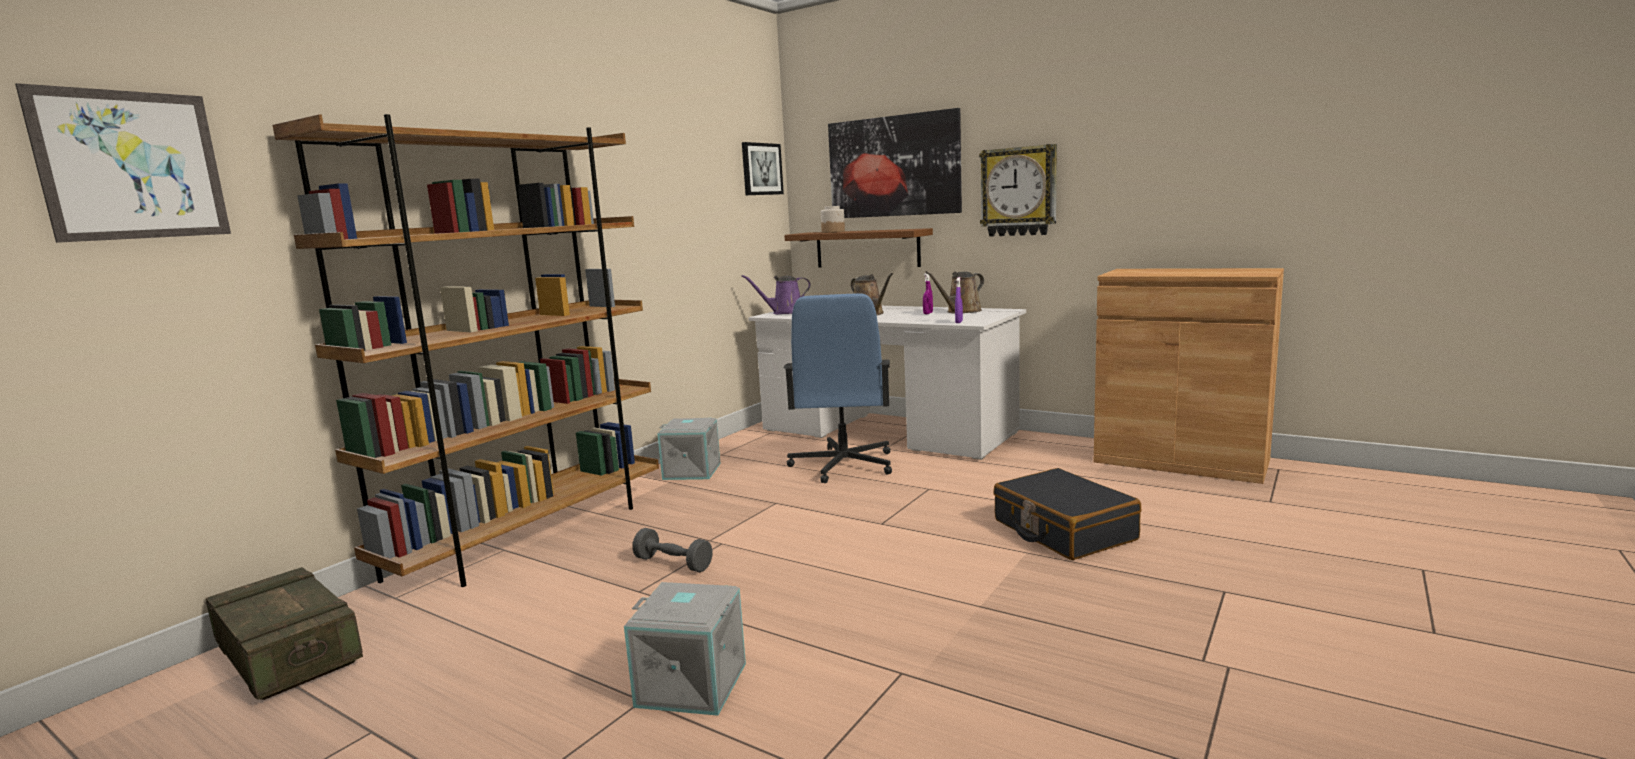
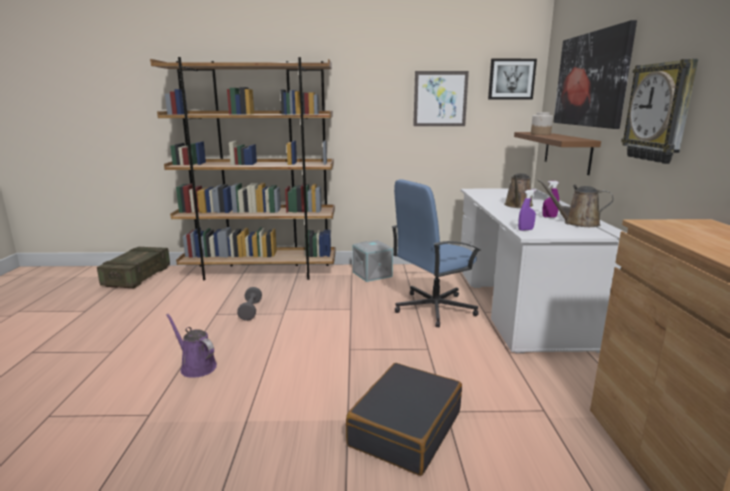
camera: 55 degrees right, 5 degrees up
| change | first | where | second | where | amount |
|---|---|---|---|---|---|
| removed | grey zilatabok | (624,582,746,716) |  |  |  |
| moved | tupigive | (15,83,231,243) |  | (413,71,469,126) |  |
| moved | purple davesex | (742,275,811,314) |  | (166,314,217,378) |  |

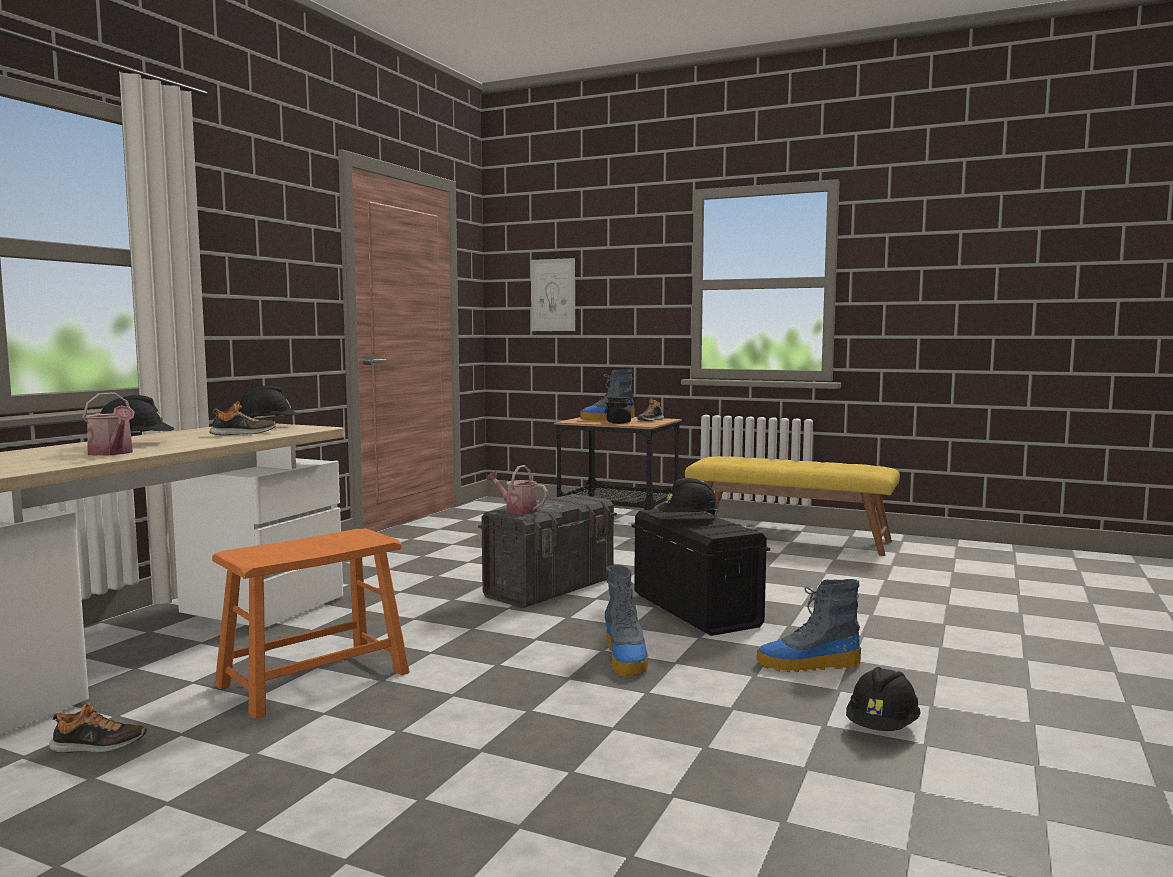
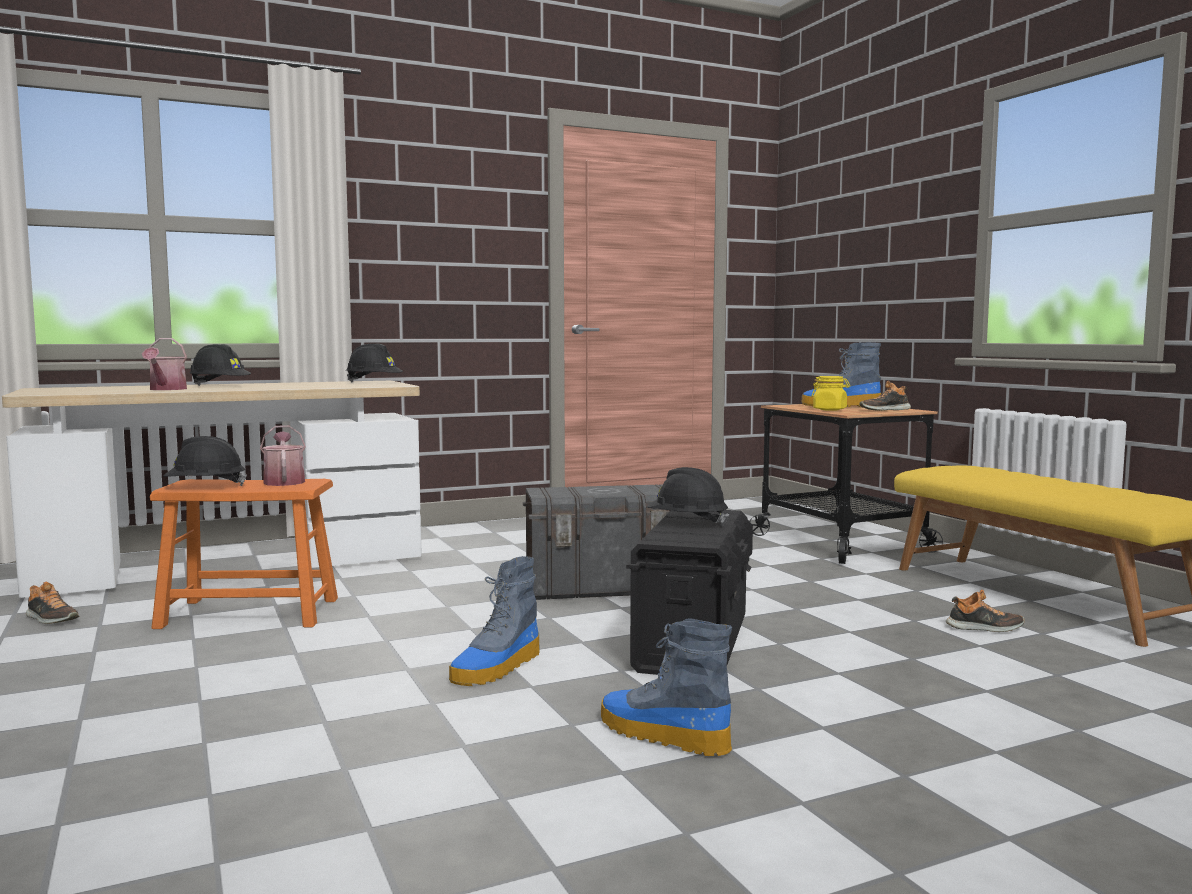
camera: 40 degrees right, 0 degrees up
| change | first | where | second | where | amount |
|---|---|---|---|---|---|
| removed | tupigive | (531,258,575,331) |  |  |  |
| moved | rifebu | (209,401,276,435) |  | (946,590,1025,632) |  |
| moved | davesex | (486,465,548,514) |  | (260,425,306,486) |  |
| moved | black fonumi | (846,667,921,731) |  | (163,436,247,486) |  |
| recoloured | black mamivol | (605,397,634,424) | yellow mamivol | (812,376,850,411) |  |

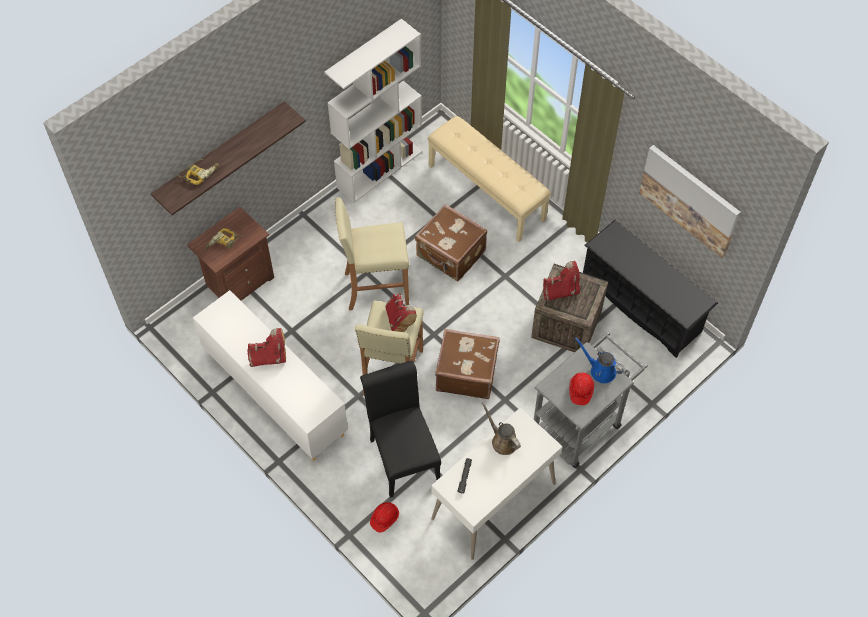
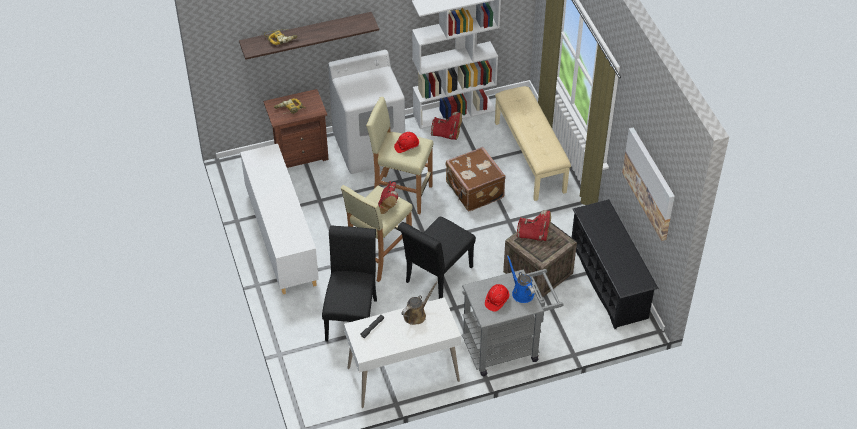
camera: 25 degrees right, 10 degrees down
| change | first | where | second | where | amount |
|---|---|---|---|---|---|
| added |  |  | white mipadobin | (328,50,405,174) |  |
| moved | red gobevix | (247,328,286,367) |  | (431,112,462,140) |  |
| moved | red fonumi | (370,502,399,533) |  | (394,132,419,153) |  |
| replaced | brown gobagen | (435,329,500,399) | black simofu | (397,217,476,299) |  |
| turned | brown davesex | (482,402,521,455) |  | (402,281,438,325) | 60 degrees clockwise |

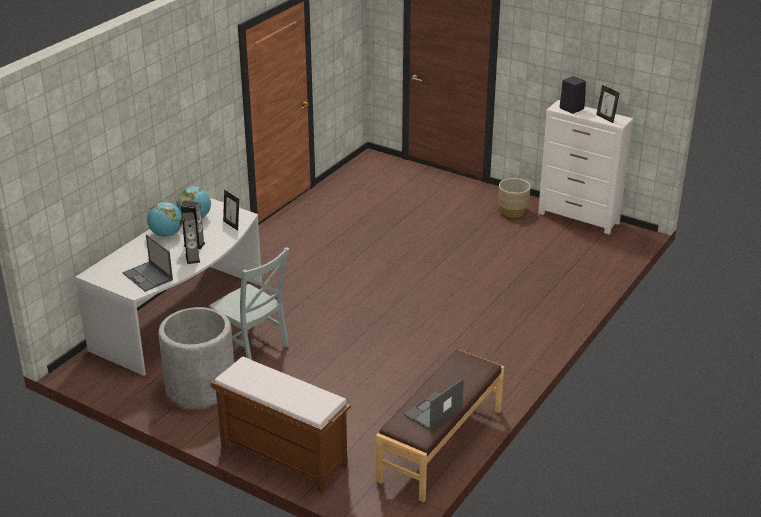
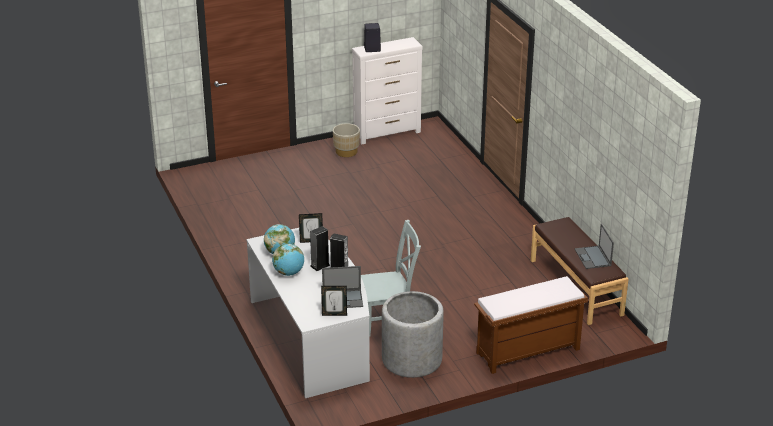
camera: 55 degrees left, 0 degrees up
| change | first | where | second | where | amount |
|---|---|---|---|---|---|
| moved | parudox | (596,85,620,123) |  | (321,286,347,316) |  |

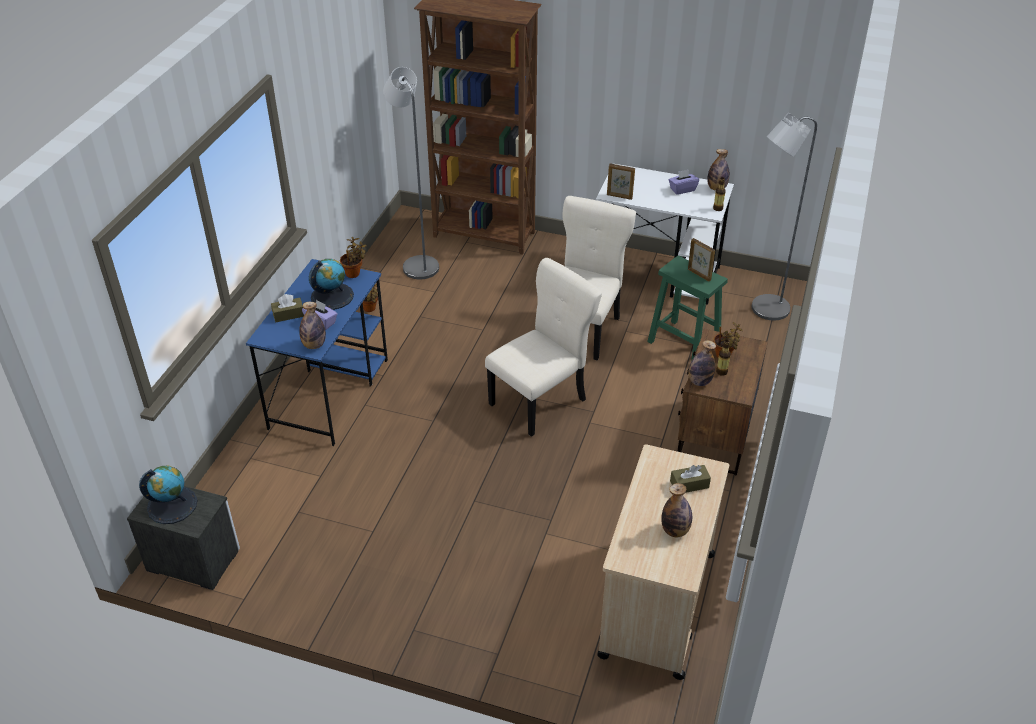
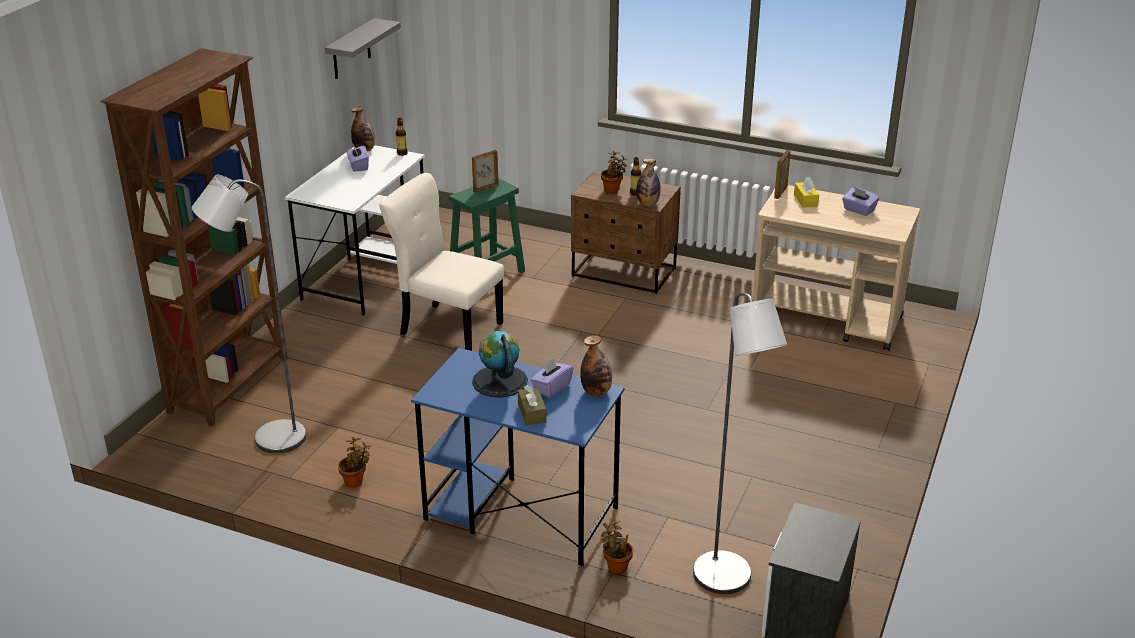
camera: 85 degrees left, 10 degrees down
| change | first | where | second | where | amount |
|---|---|---|---|---|---|
| removed | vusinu | (139,466,197,524) |  |  |  |
| removed | beige simofu | (485,258,602,437) |  |  |  |
| added |  |  | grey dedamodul | (325,18,401,79) |  |
| moved | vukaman | (340,237,367,278) |  | (601,521,633,574) |  |
| moved | parudox | (607,163,635,200) |  | (774,150,790,199) |  |
| moved | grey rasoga | (752,113,817,320) |  | (693,293,787,594) |  |
| replaced | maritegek | (661,483,692,538) | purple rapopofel | (842,187,879,216) |  |
| recoloured | brown rapopofel | (670,465,711,493) | yellow rapopofel | (794,177,819,208) |  |

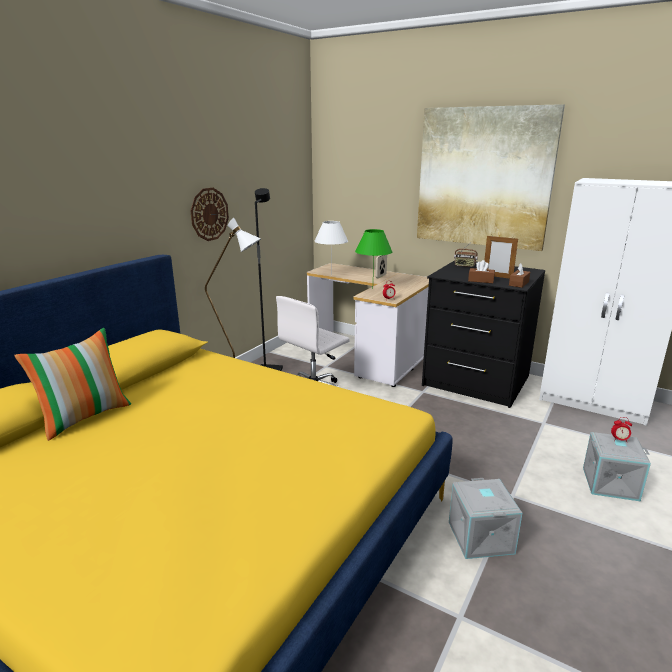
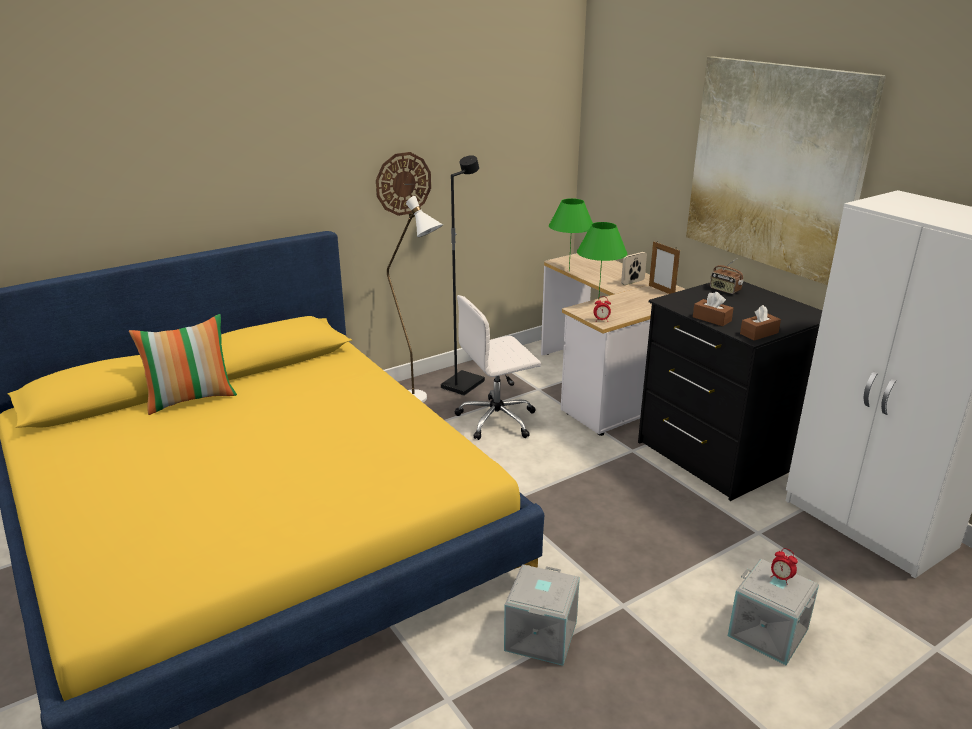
camera: 25 degrees right, 5 degrees up
| change | first | where | second | where | amount |
|---|---|---|---|---|---|
| moved | parudox | (484,235,518,279) |  | (649,241,680,294) |  |
| recoloured | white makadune | (314,221,348,276) | green makadune | (549,198,593,271) |  |

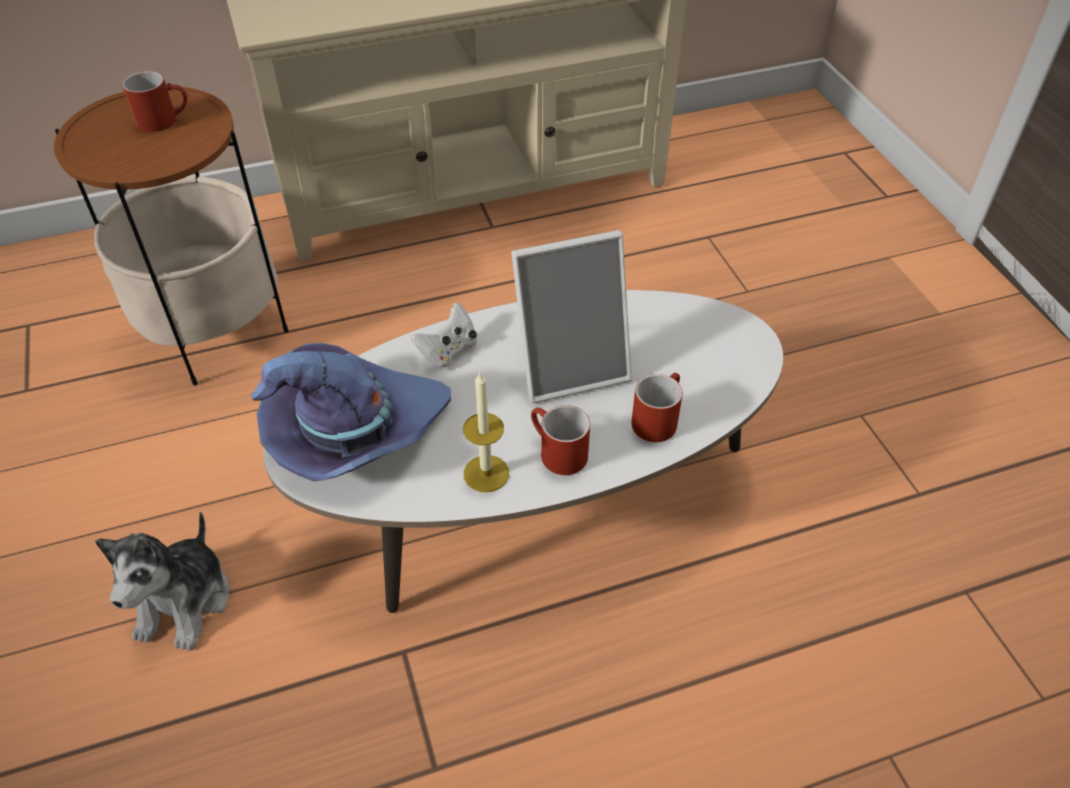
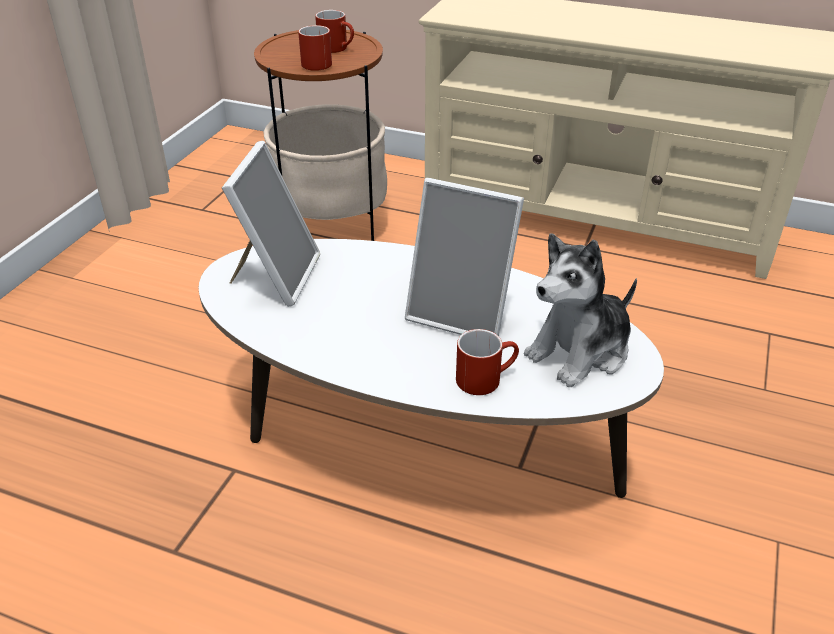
camera: 40 degrees right, 10 degrees down
| change | first | where | second | where | amount |
|---|---|---|---|---|---|
| removed | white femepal | (411,303,477,368) |  |  |  |
| removed | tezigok | (463,373,509,492) |  |  |  |
| moved | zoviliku | (95,512,229,651) |  | (524,234,637,387) |  |
| moved | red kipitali | (531,405,590,475) |  | (298,25,332,71) |  |
| replaced | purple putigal | (251,343,451,481) | parudox | (222,141,320,307) |  |

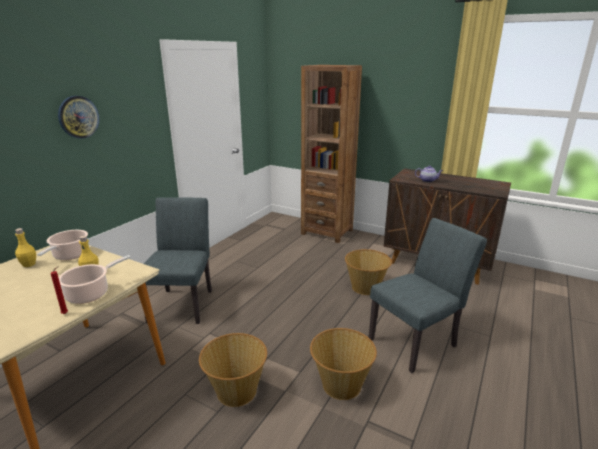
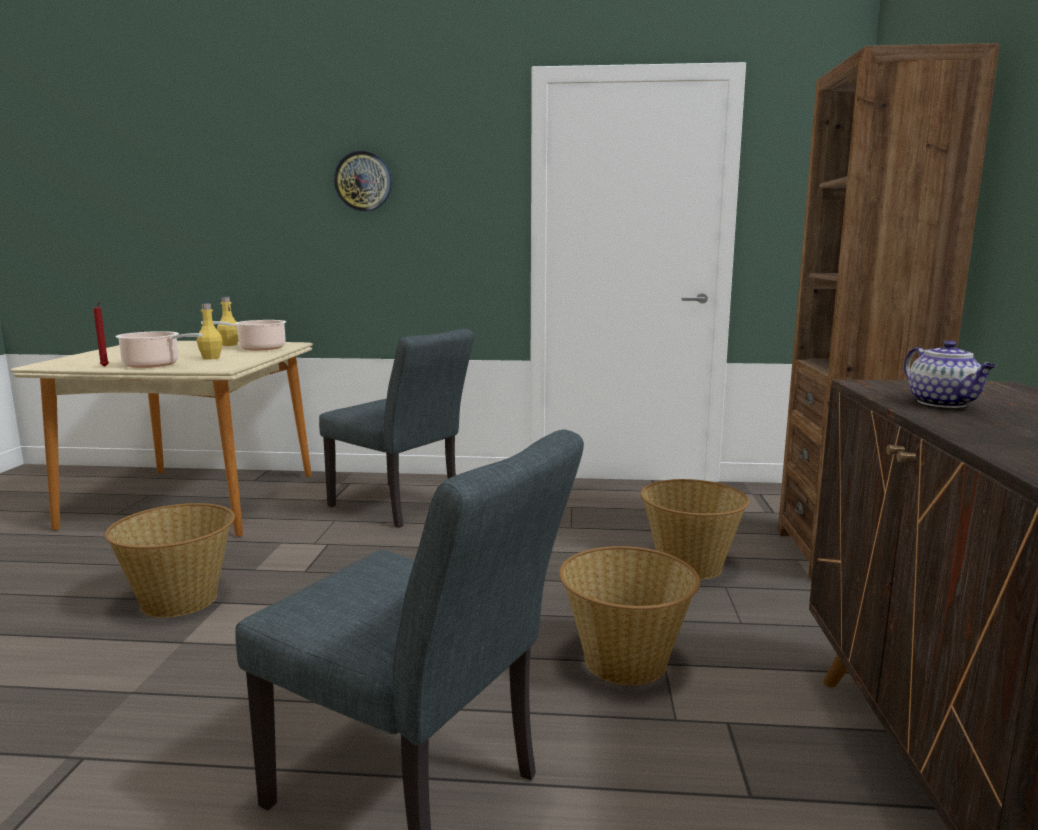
camera: 65 degrees right, 10 degrees down
| change | first | where | second | where | amount |
|---|---|---|---|---|---|
| moved | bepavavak | (310,328,377,400) |  | (640,479,749,580) |  |
| turned | grey simofu | (144,197,212,324) |  | (319,329,474,528) | 60 degrees clockwise |

